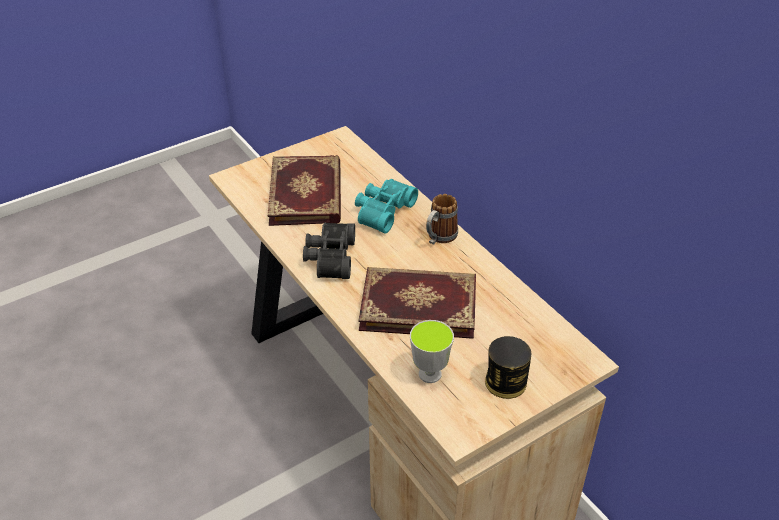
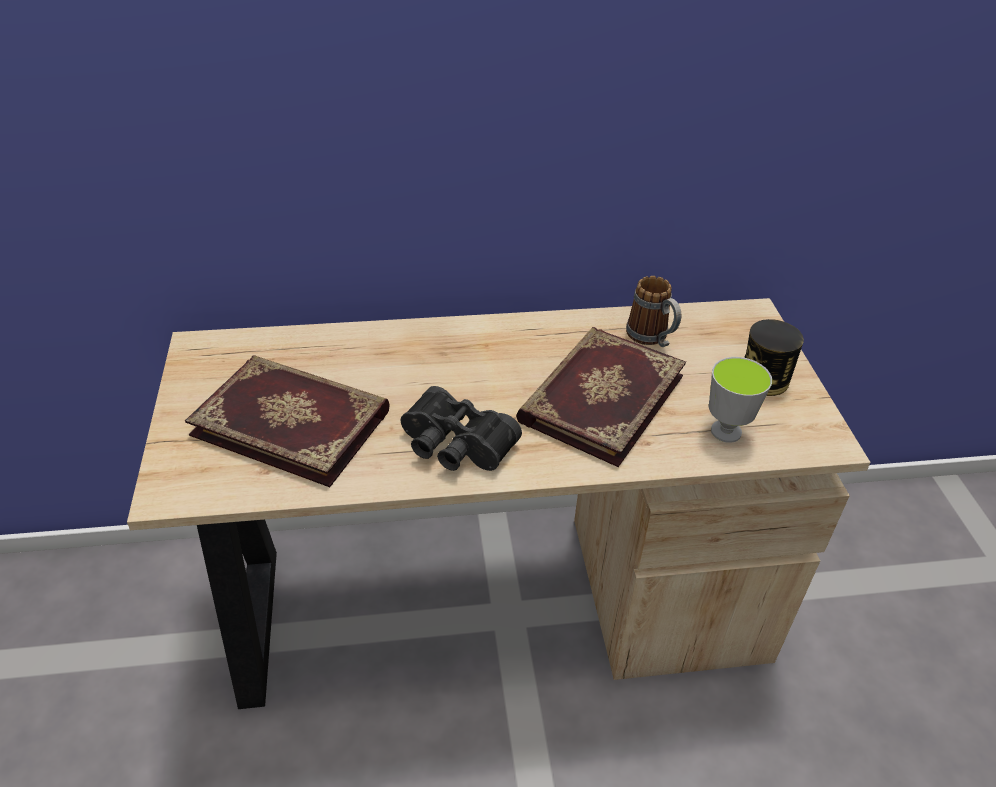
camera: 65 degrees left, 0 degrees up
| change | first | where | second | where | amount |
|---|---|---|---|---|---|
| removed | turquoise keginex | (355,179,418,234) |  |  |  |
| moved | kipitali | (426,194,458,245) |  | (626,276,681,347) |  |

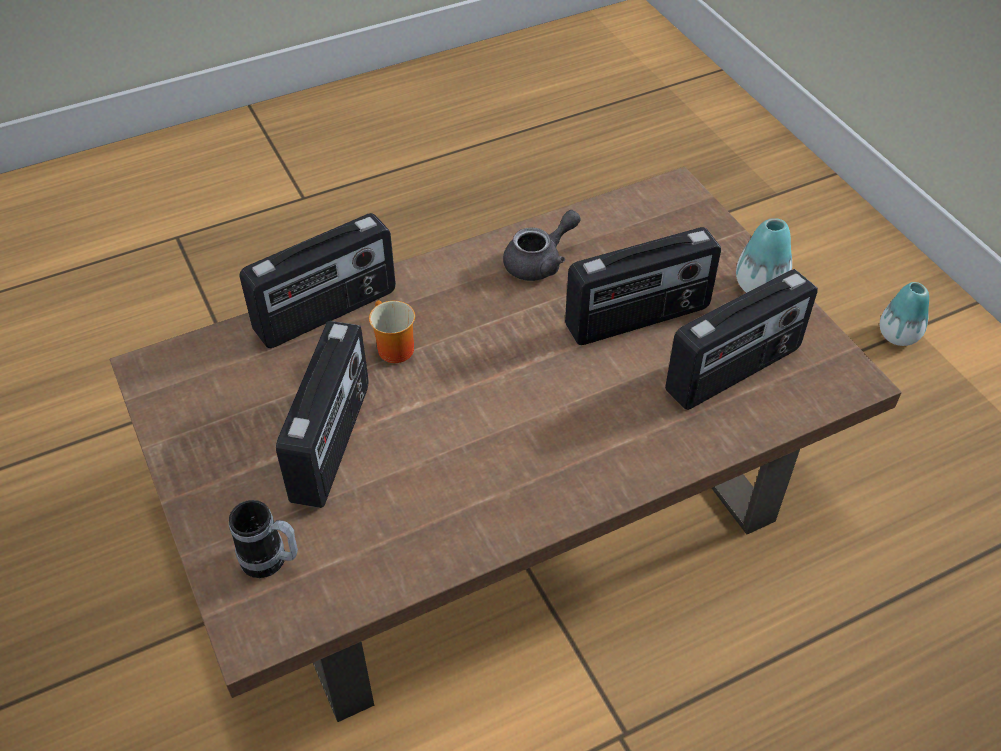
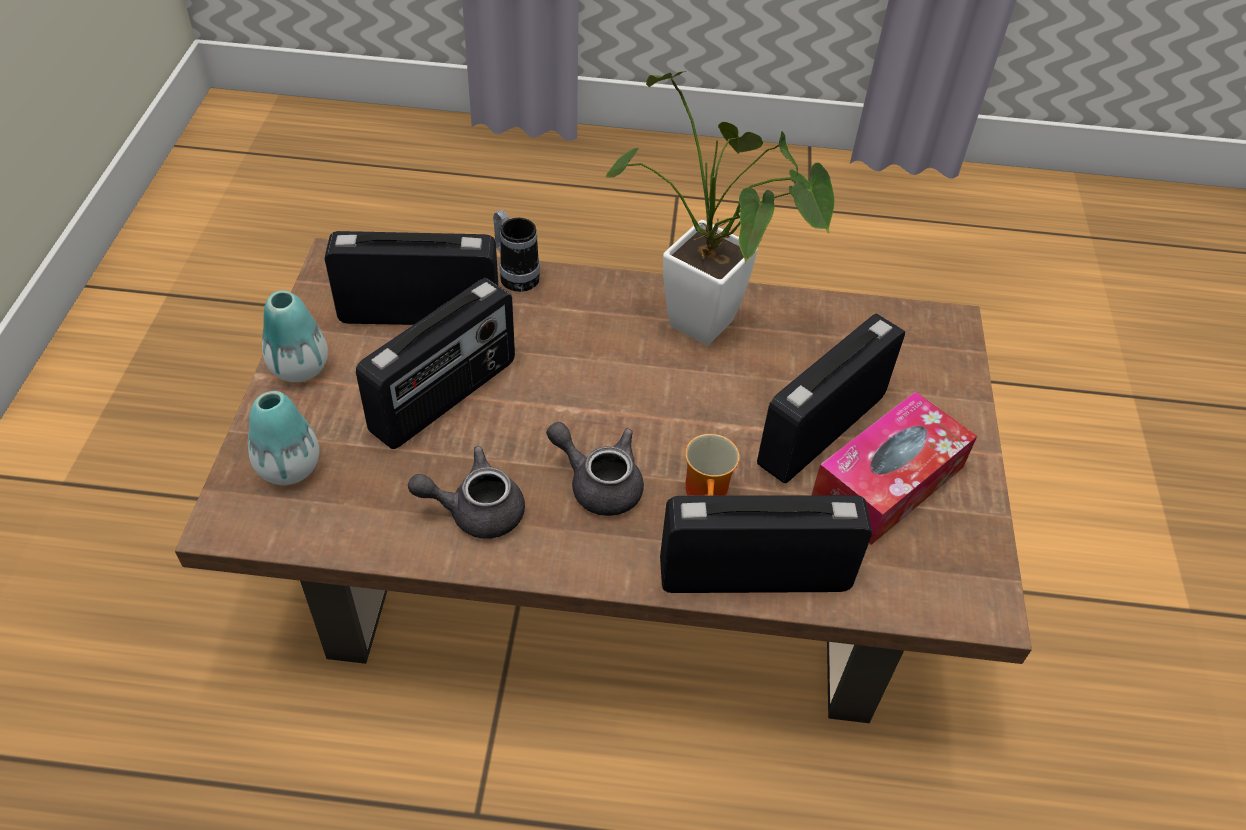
camera: 150 degrees left, 0 degrees up
| change | first | where | second | where | amount |
|---|---|---|---|---|---|
| added |  |  | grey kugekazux | (546,422,644,516) |  |
| added |  |  | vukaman | (606,71,835,345) |  |
| added |  |  | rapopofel | (812,392,977,545) |  |
| moved | kipitali | (229,500,298,578) |  | (493,210,540,292) |  |
| moved | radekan | (880,282,929,346) |  | (248,391,319,485) |  |
| turned | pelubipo | (565,227,721,345) |  | (356,278,515,449) | 120 degrees clockwise |

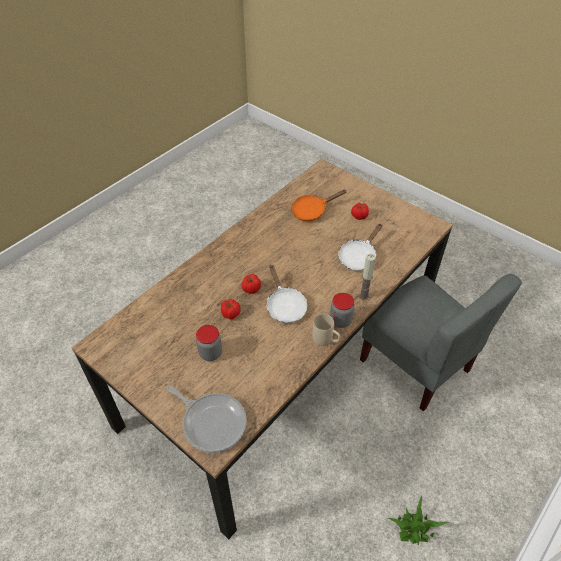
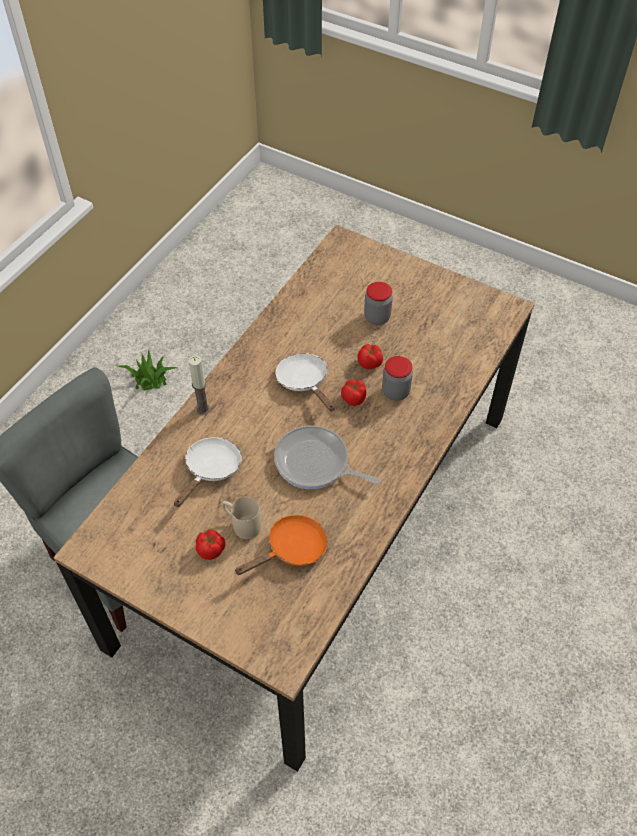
camera: 170 degrees right, 5 degrees up
| change | first | where | second | where | amount |
|---|---|---|---|---|---|
| moved | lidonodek | (167,385,246,453) |  | (274,425,380,489) |  |
| moved | beige kipitali | (312,314,341,346) |  | (222,497,261,539) |  |
| moved | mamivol | (330,293,354,328) |  | (382,356,413,401) |  |

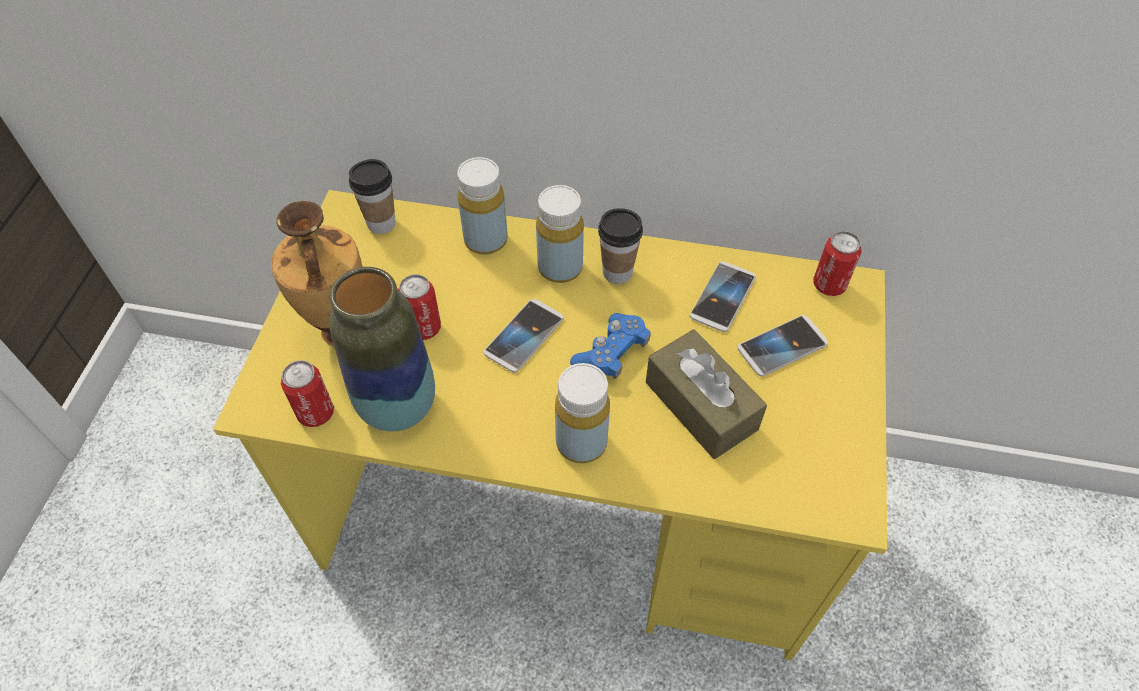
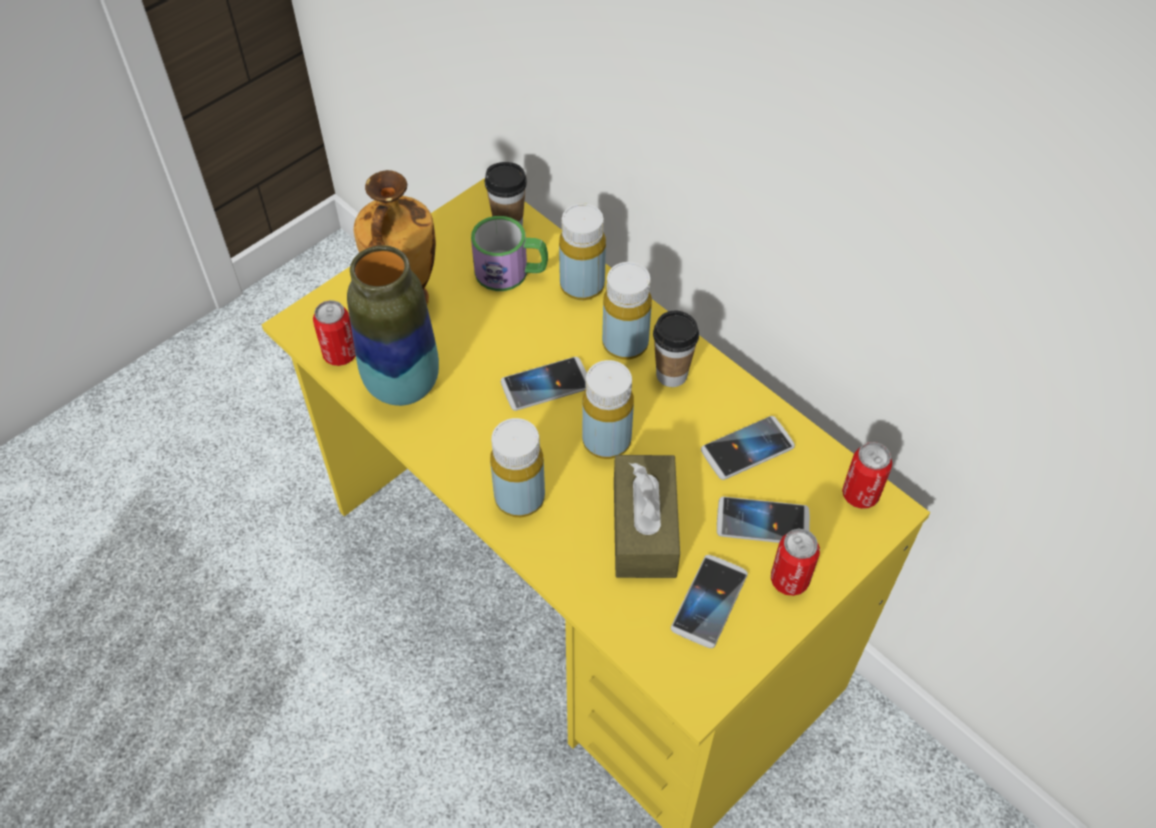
camera: 35 degrees right, 0 degrees up
| change | first | where | second | where | amount |
|---|---|---|---|---|---|
| added |  |  | kipitali | (471,216,548,291) |  |
| added |  |  | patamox | (671,555,748,648) |  |
| moved | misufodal | (398,274,441,340) |  | (771,528,820,596) |  |
| replaced | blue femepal | (570,313,651,379) | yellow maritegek | (582,360,634,459) |  |

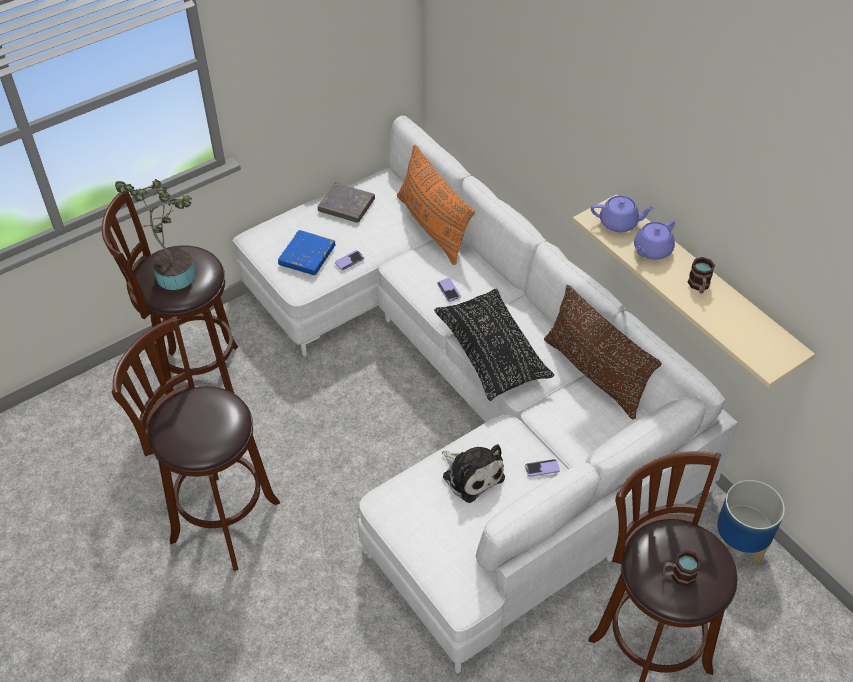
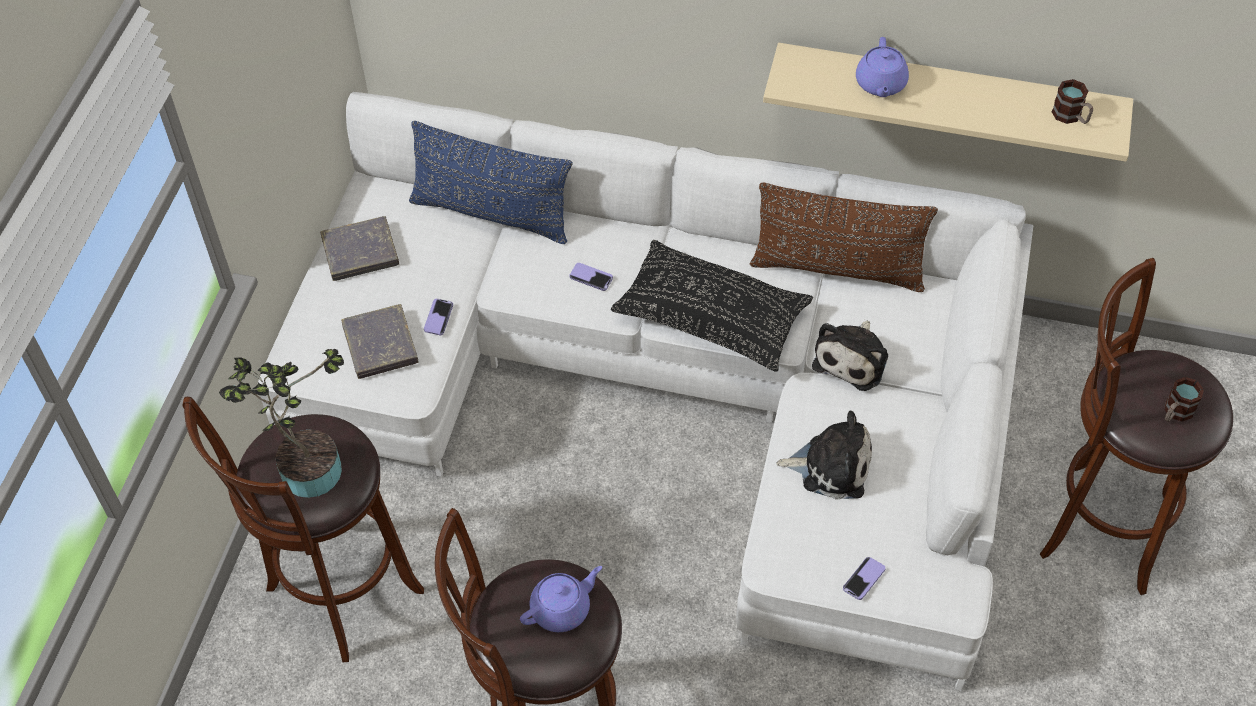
camera: 40 degrees left, 5 degrees up
| change | first | where | second | where | amount |
|---|---|---|---|---|---|
| removed | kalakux | (717,480,785,567) |  |  |  |
| added |  |  | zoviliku | (812,321,888,391) |  |
| moved | patamox | (525,459,560,477) |  | (843,557,885,600) |  |
| moved | purple kugekazux | (591,196,656,232) |  | (520,566,602,632) |  |
| moved | kipitali | (688,257,715,294) |  | (1052,79,1093,124) |  |
| recoloured | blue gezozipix | (278,230,335,275) | grey gezozipix | (341,304,418,379) |  |
| recoloured | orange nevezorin | (397,144,475,265) | blue nevezorin | (409,121,572,244) |  |

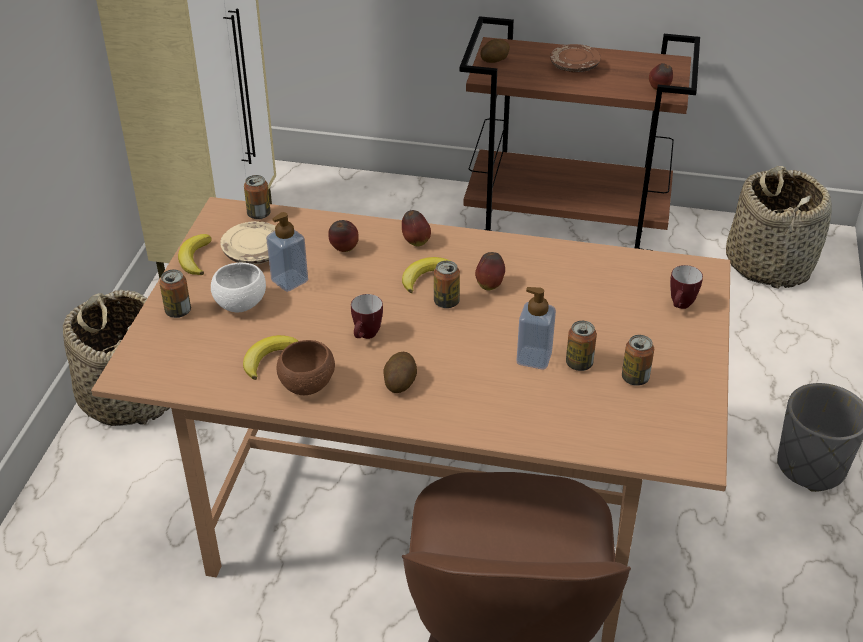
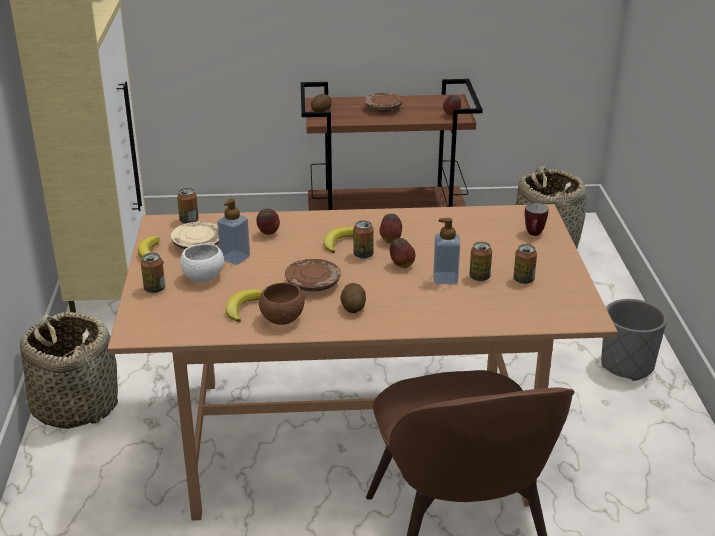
camera: 15 degrees left, 10 degrees down
| change | first | where | second | where | amount |
|---|---|---|---|---|---|
| moved | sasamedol | (402,210,431,246) |  | (390,238,415,268) |  |
| replaced | kipitali | (351,294,383,339) | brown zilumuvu | (285,259,341,292) |  |

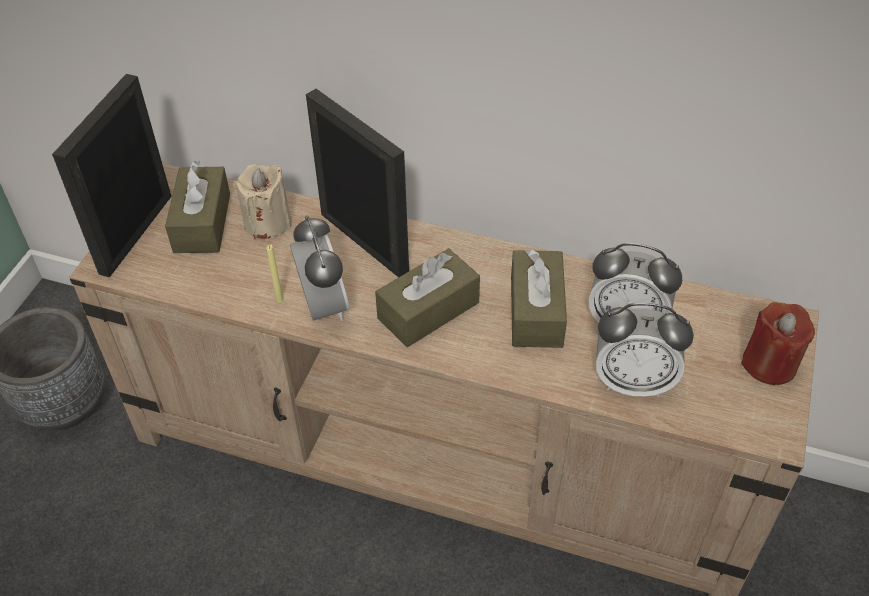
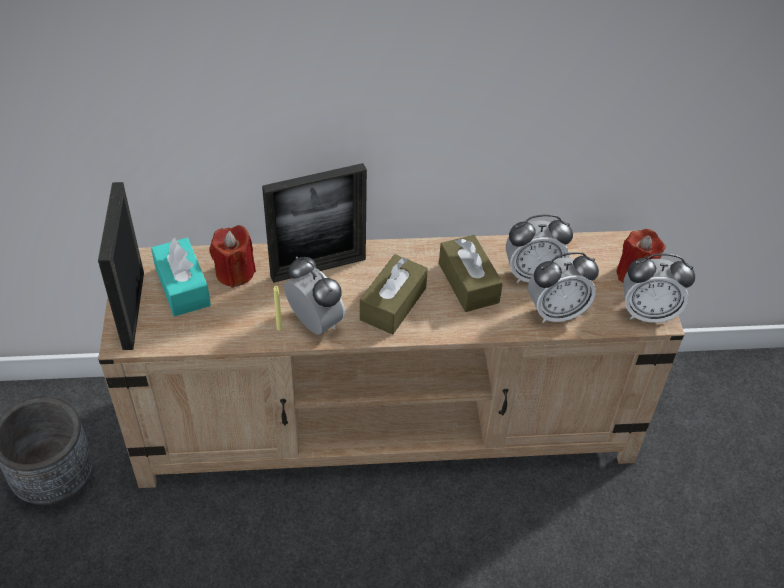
camera: 25 degrees left, 0 degrees up
| change | first | where | second | where | amount |
|---|---|---|---|---|---|
| added |  |  | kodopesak | (623,254,695,323) |  |
| recoloured | brown rapopofel | (165,161,230,253) | turquoise rapopofel | (151,238,211,317) |  |
| recoloured | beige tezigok | (236,164,291,239) | red tezigok | (209,225,256,288) |  |
| turned | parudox | (306,89,409,277) |  | (262,163,367,283) | 135 degrees clockwise |

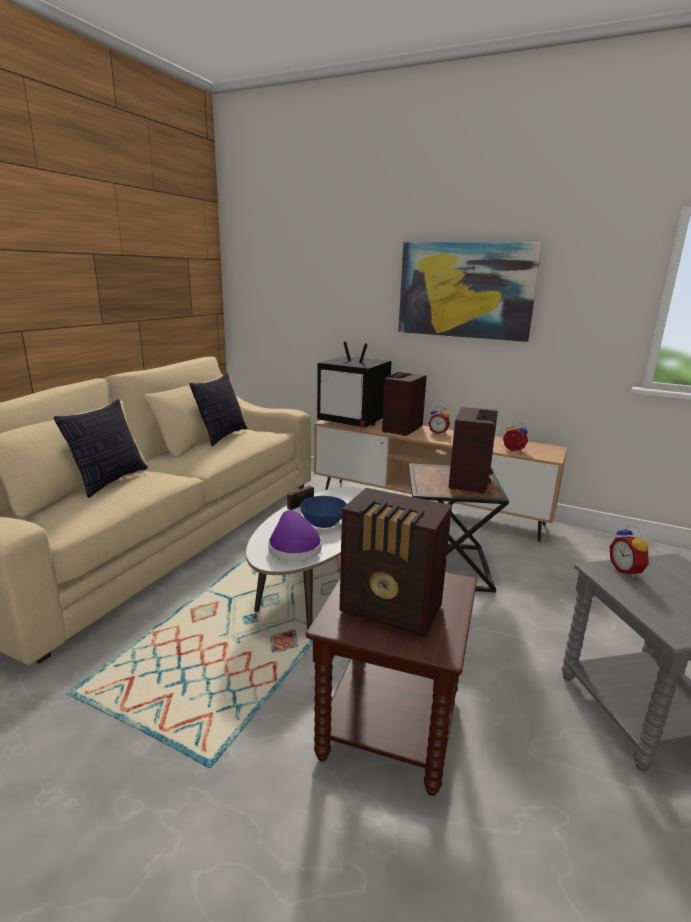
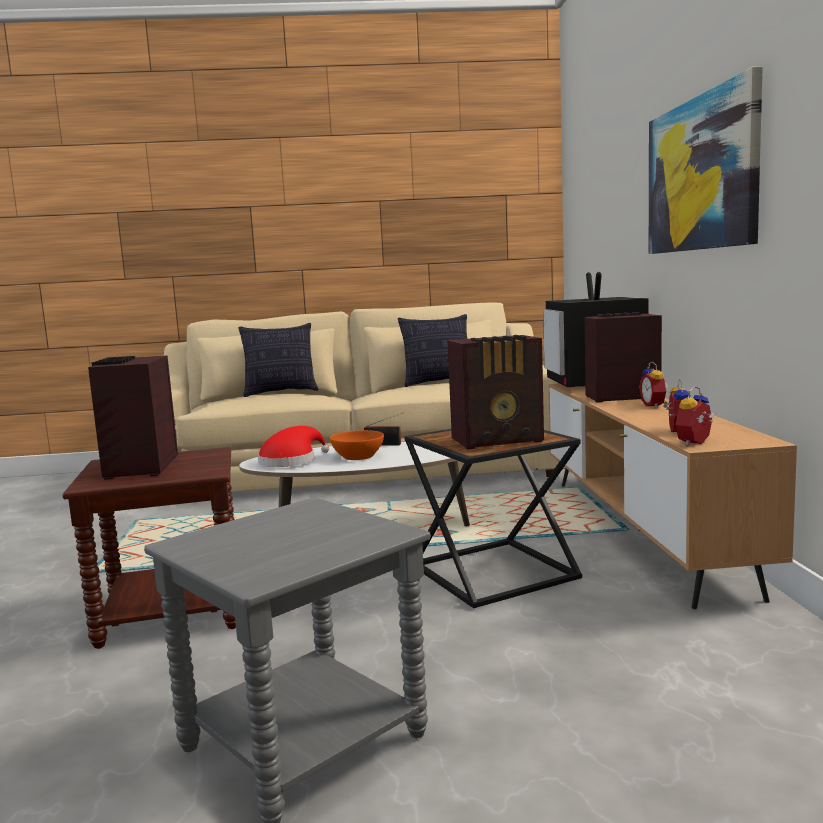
camera: 60 degrees right, 10 degrees down
| change | first | where | second | where | amount |
|---|---|---|---|---|---|
| moved | kodopesak | (609,525,650,578) |  | (675,386,715,446) |  |
| recoloured | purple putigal | (268,510,322,561) | red putigal | (258,426,329,467) |  |
| recoloured | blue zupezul | (300,496,347,528) | orange zupezul | (330,430,384,460) |  |

